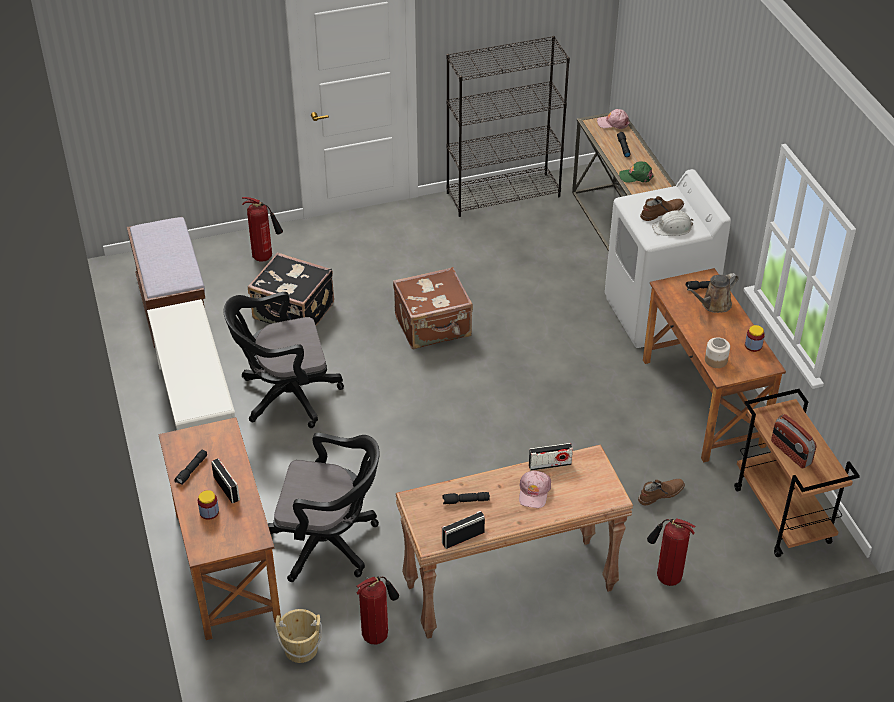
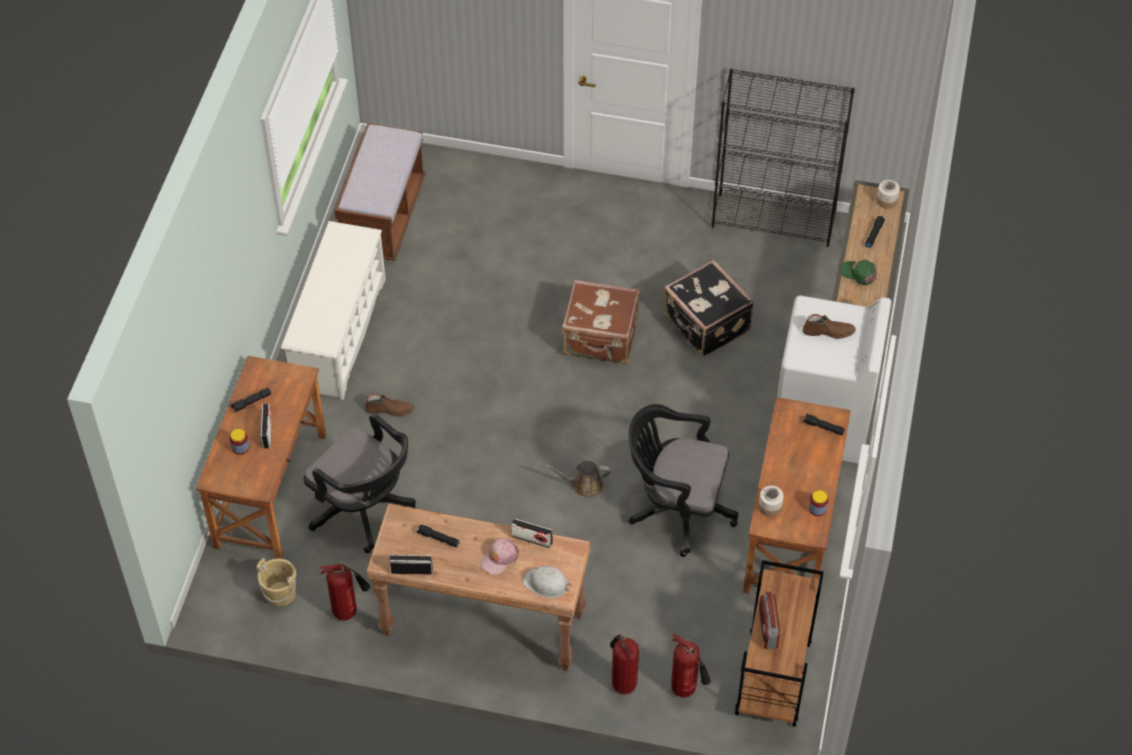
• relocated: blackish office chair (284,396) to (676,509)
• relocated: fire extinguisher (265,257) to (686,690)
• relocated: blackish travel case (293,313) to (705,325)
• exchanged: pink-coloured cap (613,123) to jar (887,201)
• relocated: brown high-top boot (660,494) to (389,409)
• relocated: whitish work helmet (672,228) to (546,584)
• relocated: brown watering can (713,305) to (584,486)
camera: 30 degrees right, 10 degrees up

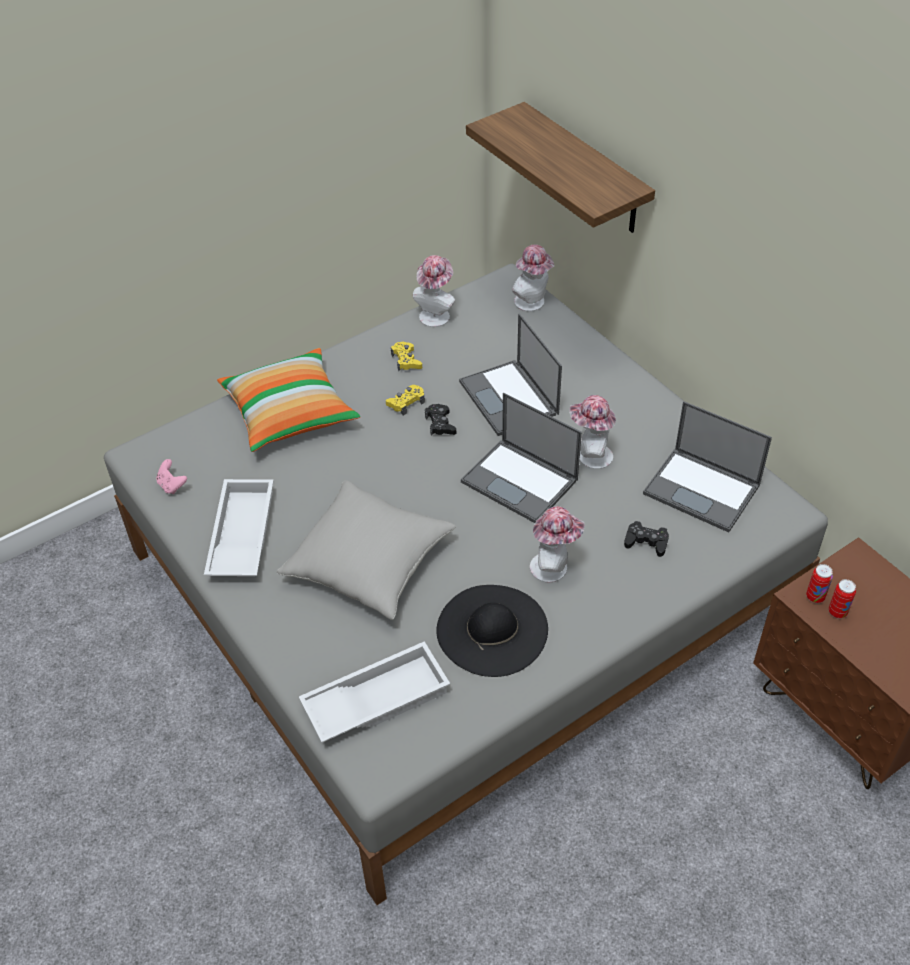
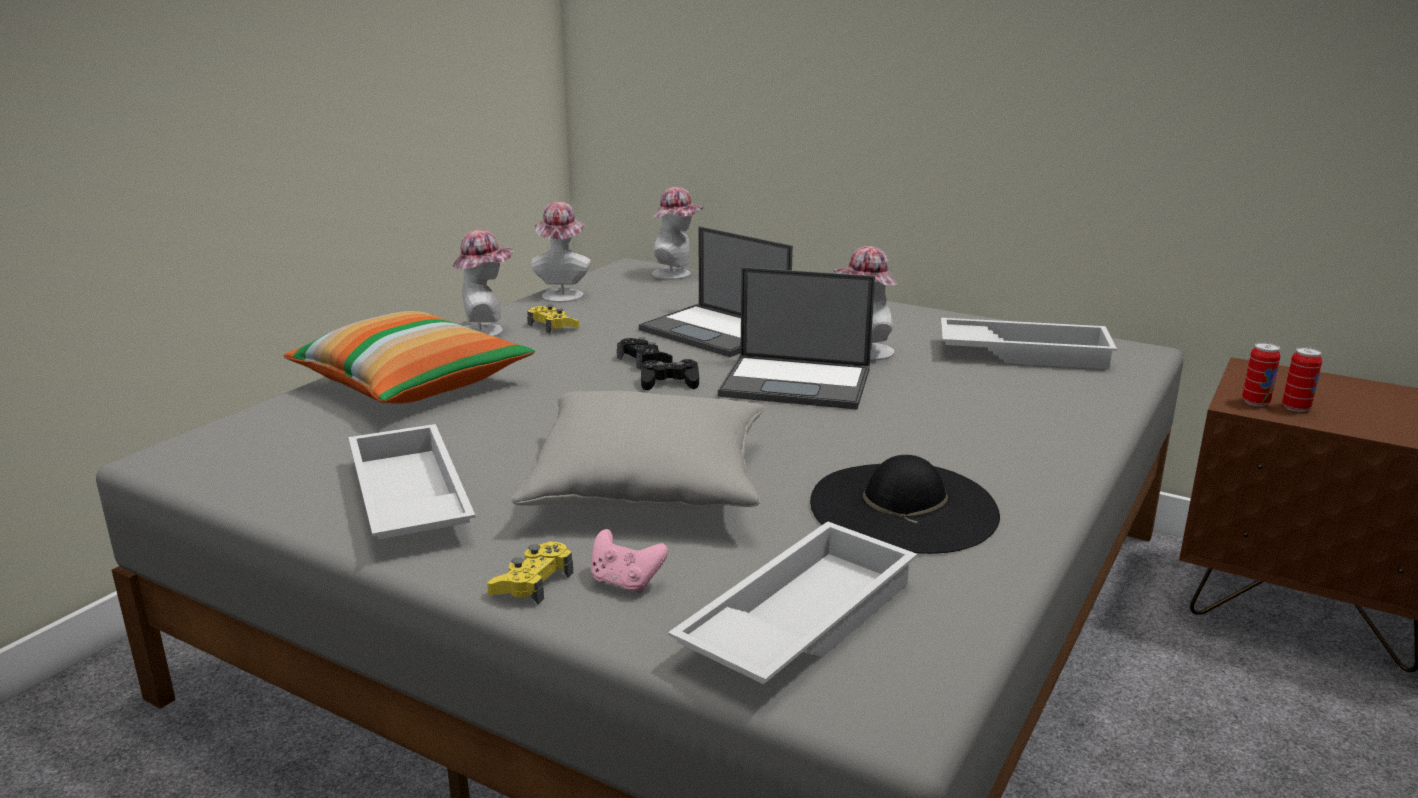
• relocated: pink-coloured joypad (172,485) to (625,582)
• relocated: yellow-coloured joypad (406,402) to (532,582)
• missing: wall shelf (585,170)
• relocated: clothing hat (554,567) to (486,331)
• relocated: blackish joypad (646,542) to (669,382)
• exchanged: laptop (703,490) to whitish carrying tray (1024,353)
camera: 25 degrees left, 25 degrees down

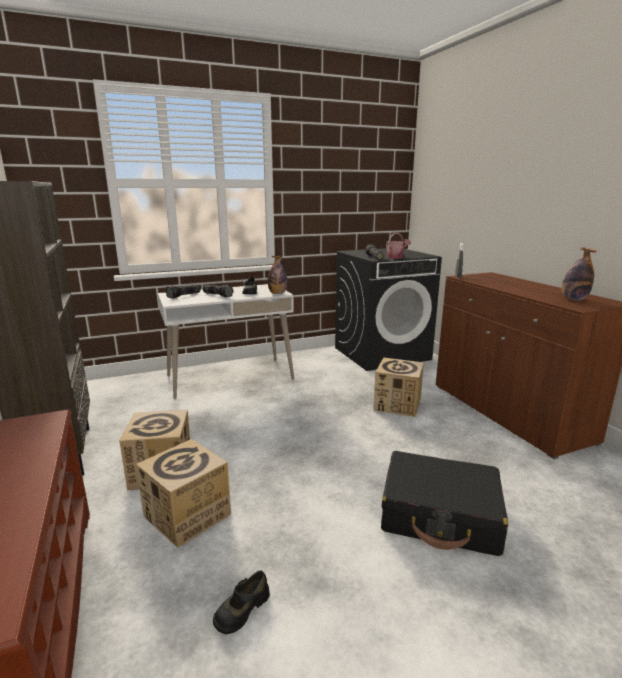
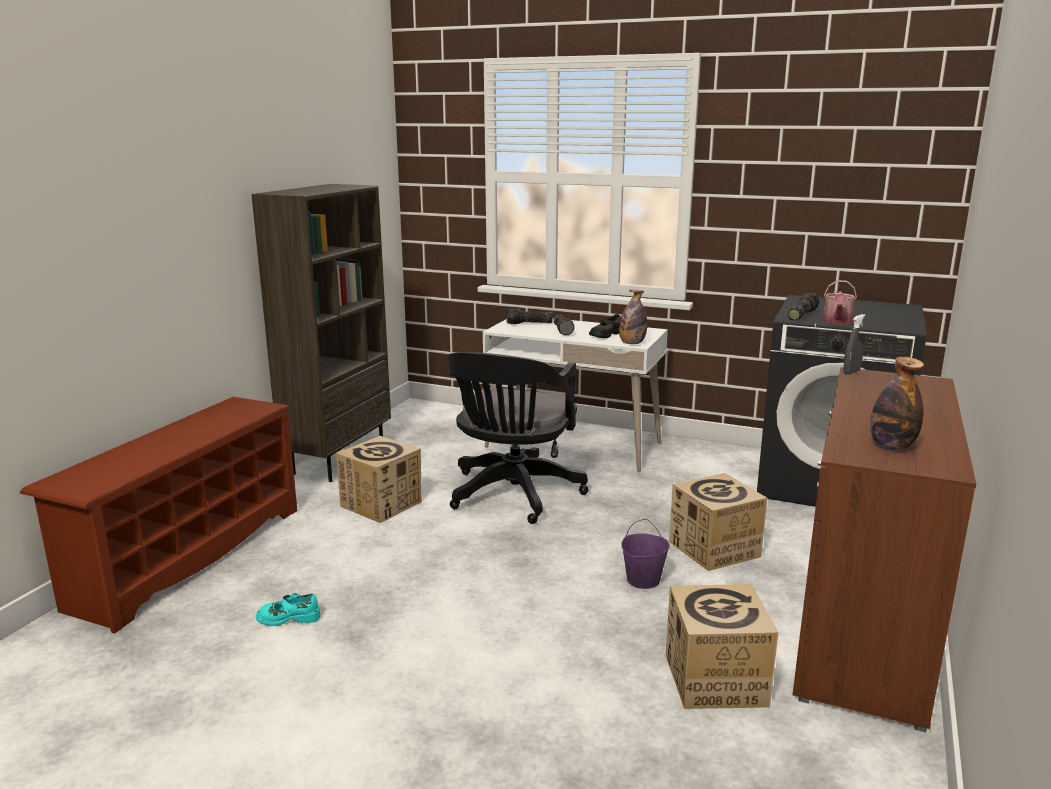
• relocated: carton (187,515) to (715,680)
• colour: blackish item of footwear (241,609) to turquoise item of footwear (289,618)
• missing: blackish travel case (440,515)
• appeared: blackish office chair (512,496)
• appeared: purple-coloured water bucket (643,580)
camera: 45 degrees right, 0 degrees up

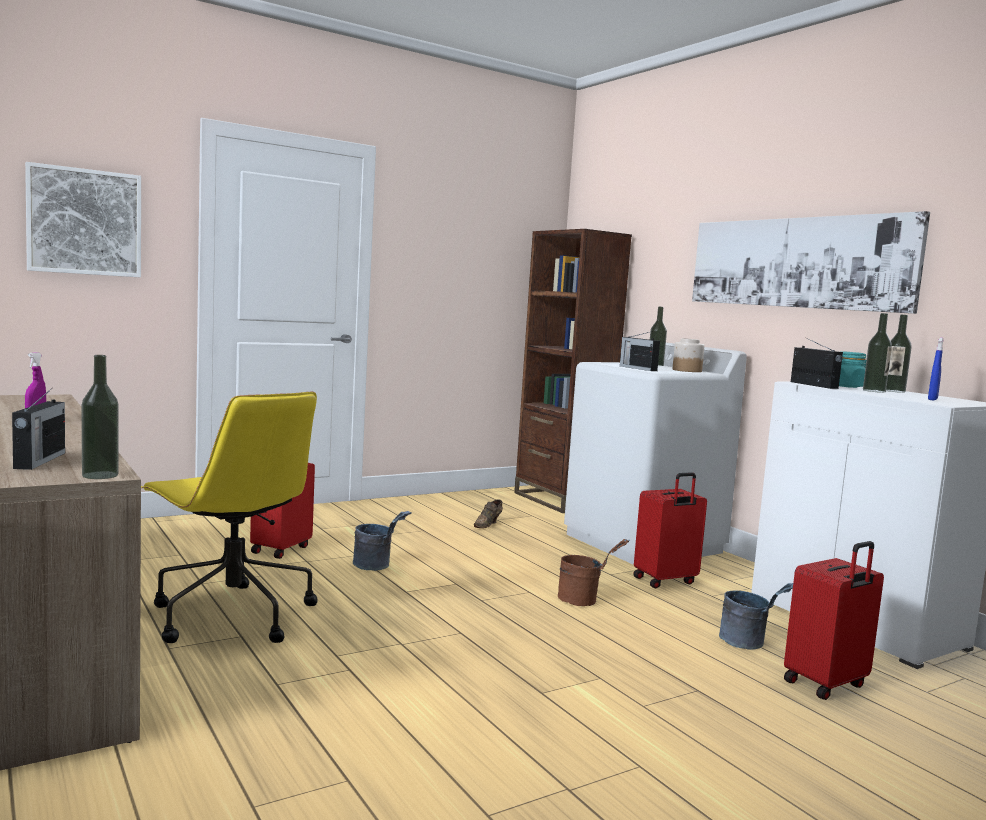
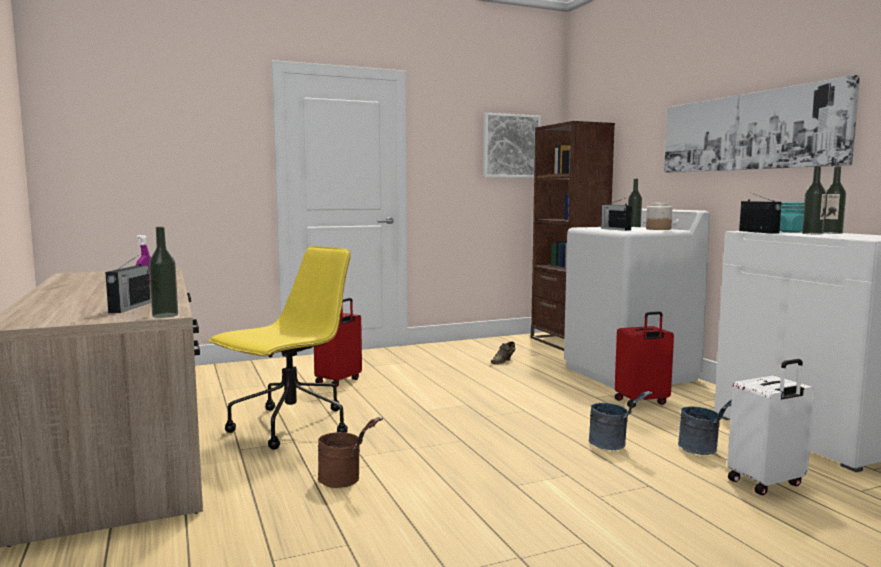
• relocated: wall art (84,222) to (511,146)
• spun: yellow-coloured office chair (231,615) = (290,427) 105 degrees counterclockwise
• relocated: grey water bucket (377,566) to (613,445)
• relocated: brown water bucket (585,600) to (346,480)
• colour: red travel case (826,684) to whitish travel case (767,483)
• missing: bluish spray bottle (932,399)
camera: 10 degrees right, 0 degrees up

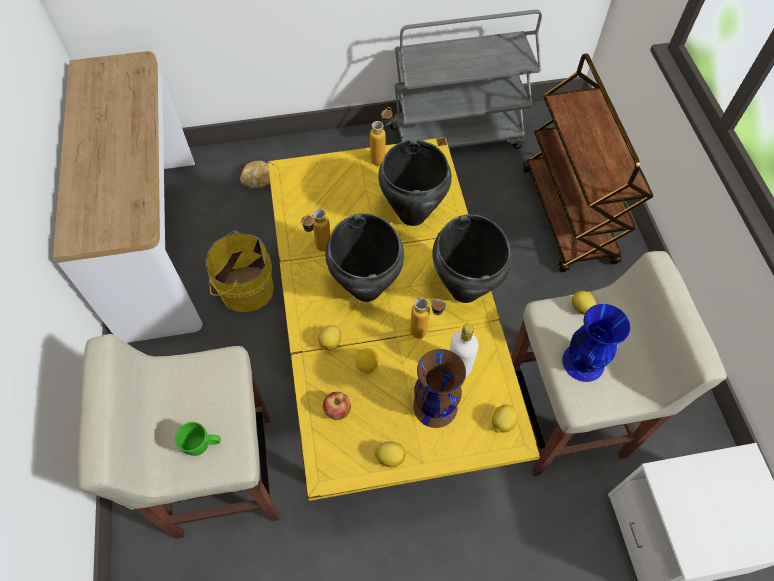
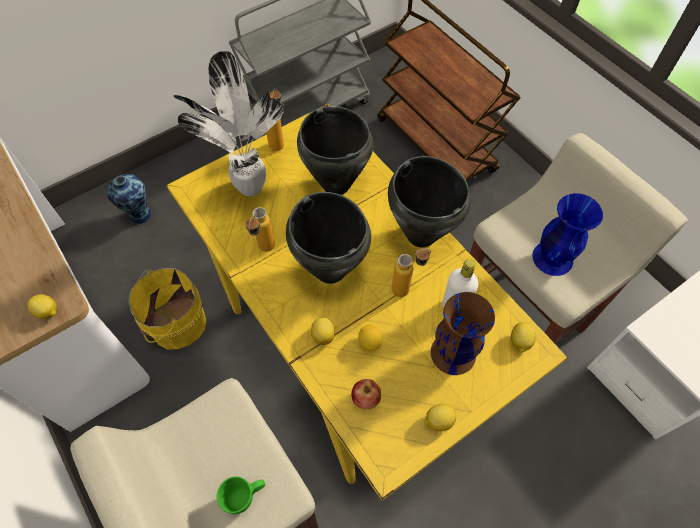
• exchanged: bread (259,180) to vase (139,215)
• relocated: citrus fruit (581,308) to (48,312)
• appeared: houseplant (248,188)
camera: 25 degrees left, 0 degrees up

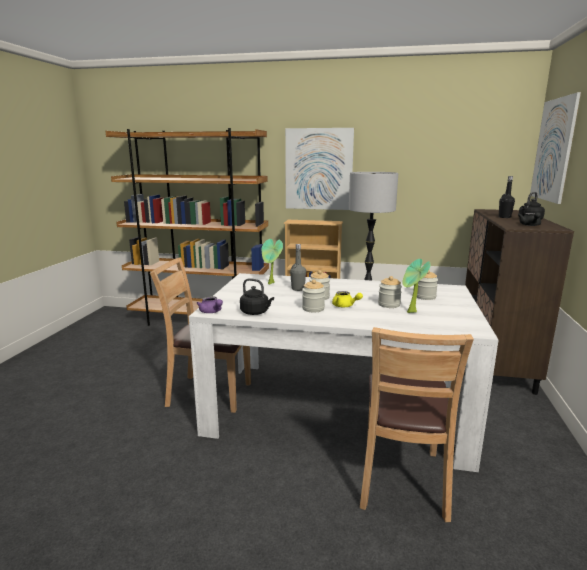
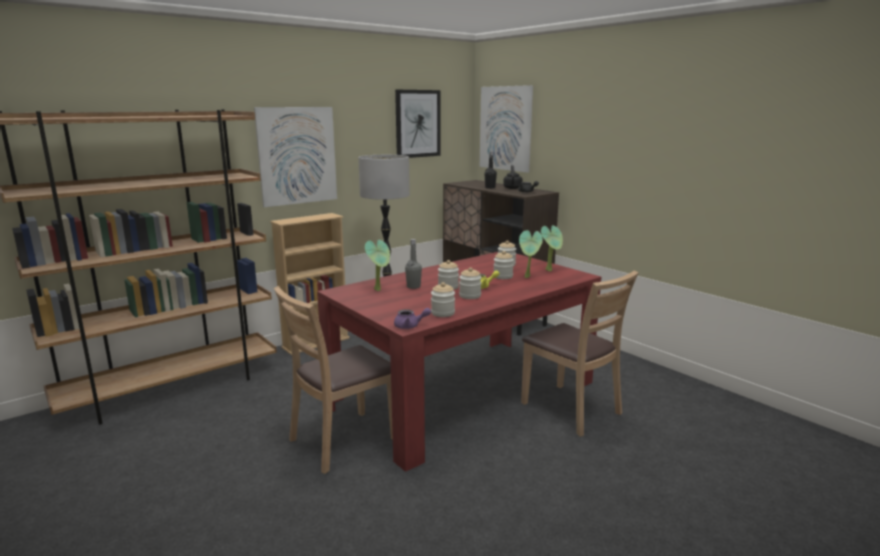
• colour: whitish kitchen table (338,409) to red kitchen table (463,393)
• exchanged: blackish kettle (256,312) to jar (443,313)
• appeared: wall art (417,123)
• appeared: houseplant (550,270)
camera: 50 degrees left, 0 degrees up

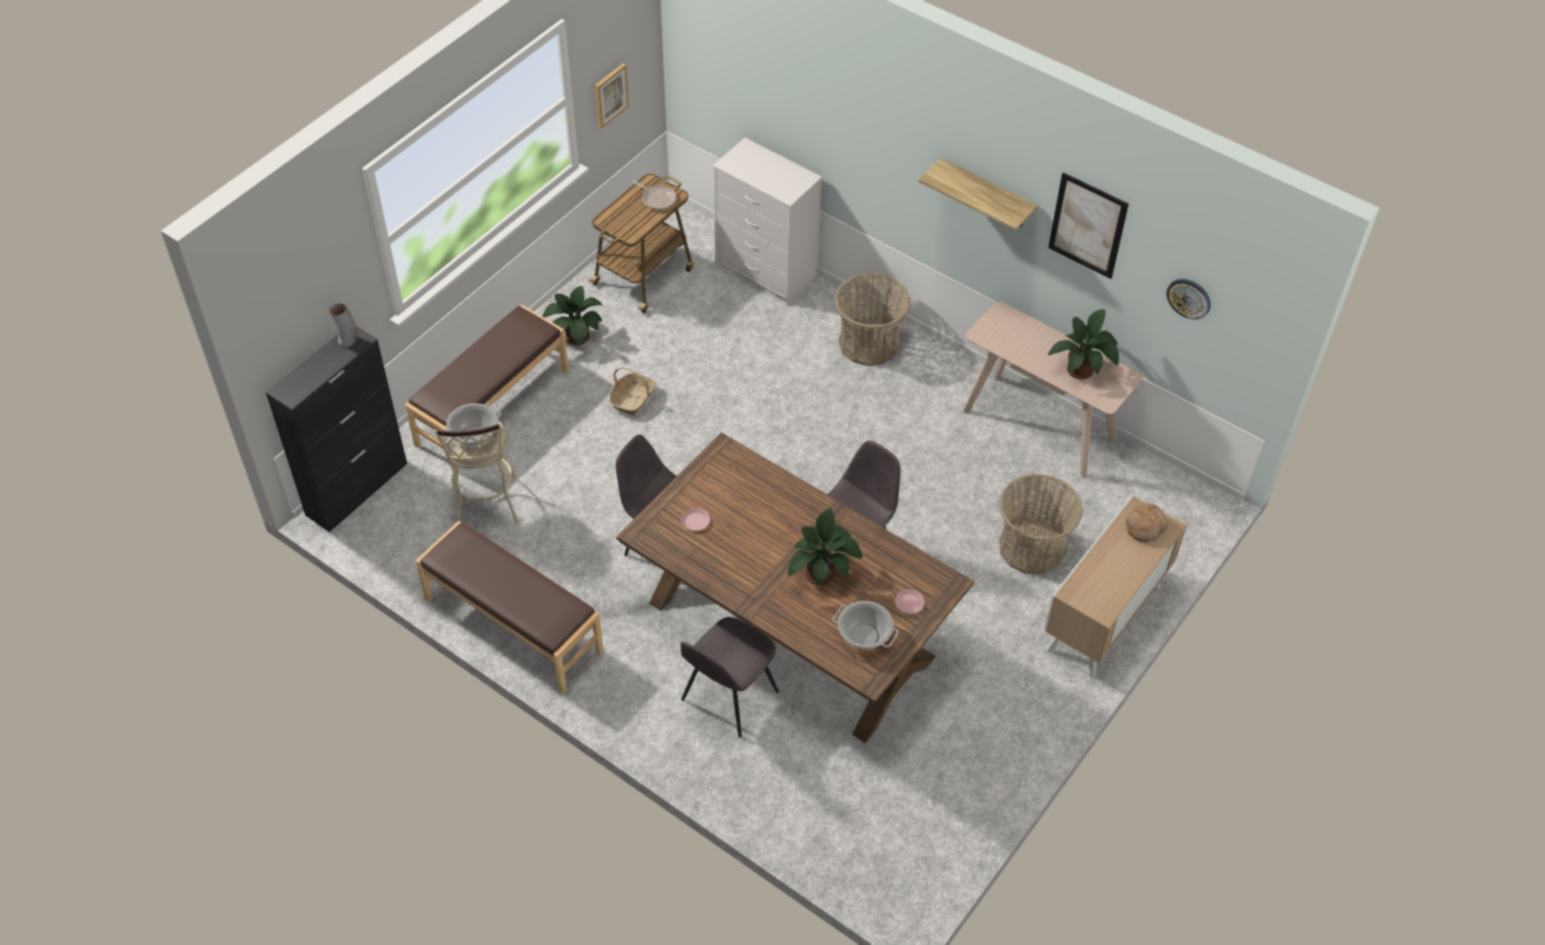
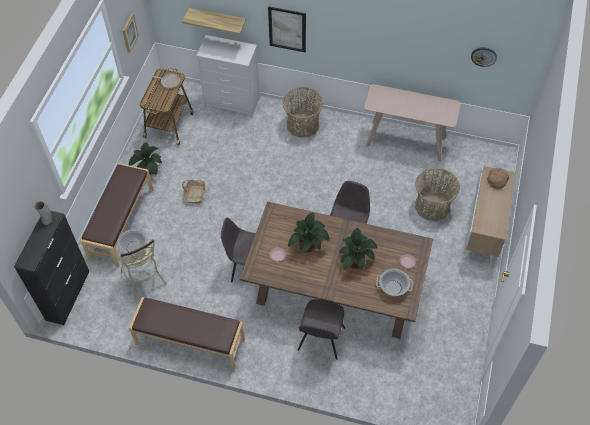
• relocated: wall shelf (986,194) to (218,19)
• relocated: wall art (1088,225) to (287,29)
• relocated: houseplant (1082,369) to (308,244)
camera: 20 degrees left, 5 degrees up

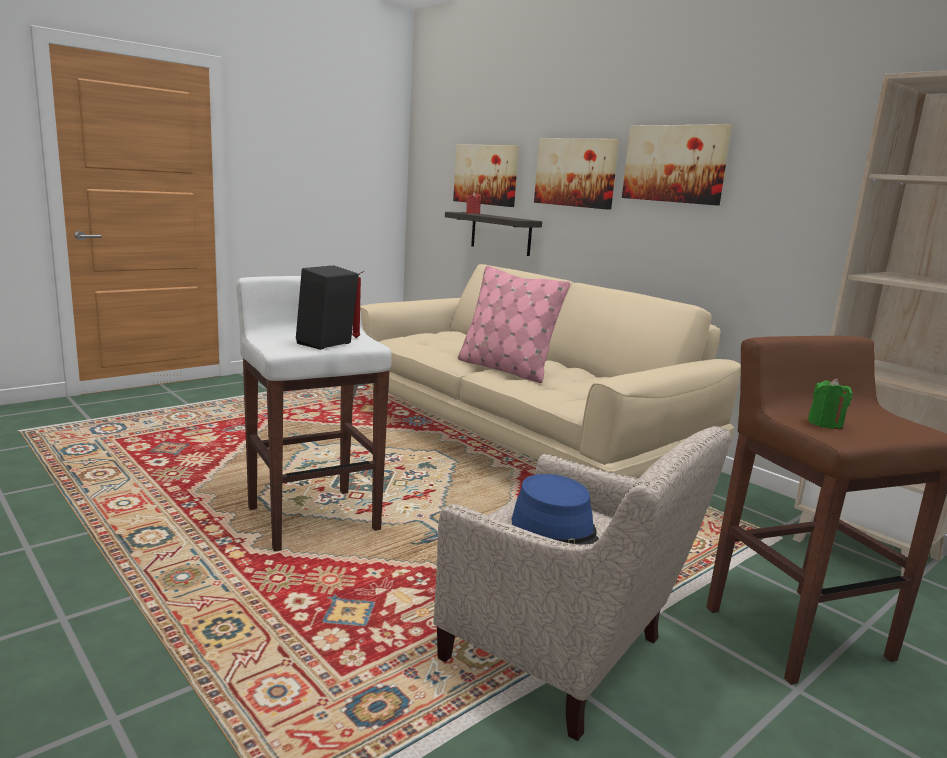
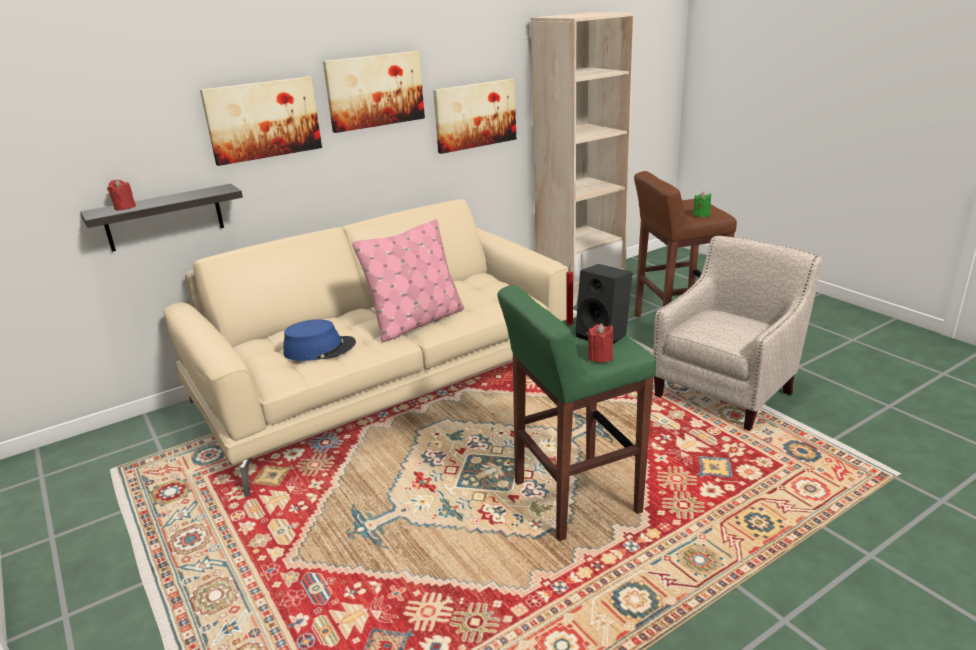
• colour: whitish stool seat (313,518) to green stool seat (574,497)
• relocated: wall art (486,175) to (475,115)
• relocated: bluish clothing hat (556,532) to (320,349)
• appeared: red wax light (600,357)
camera: 80 degrees left, 10 degrees up

